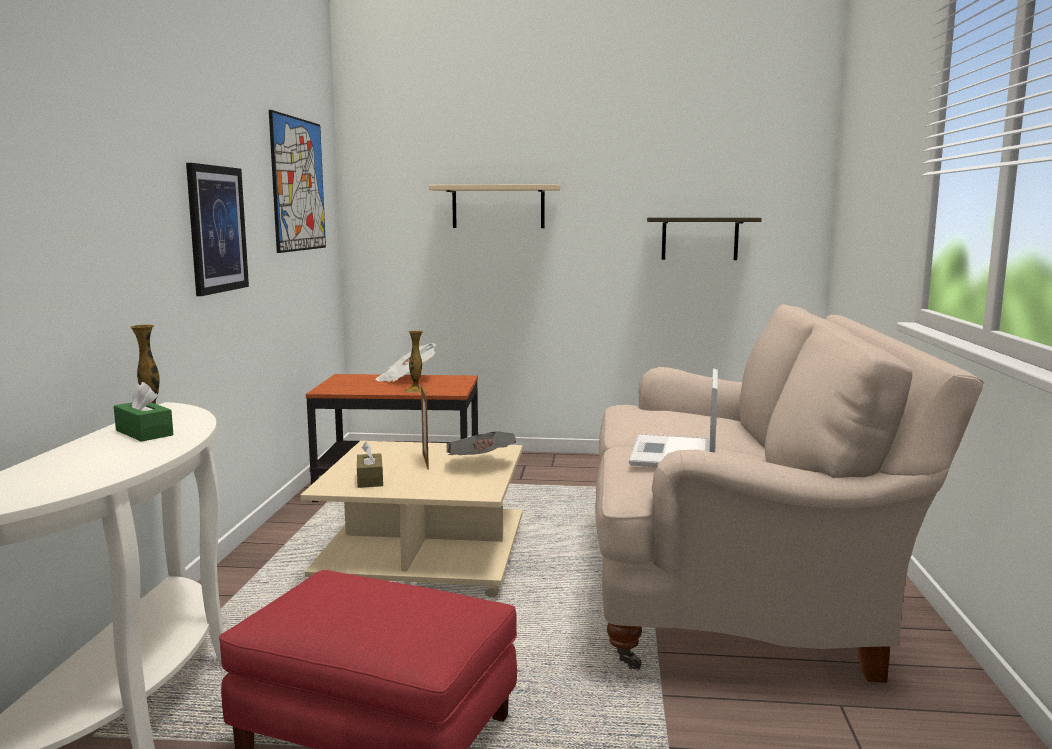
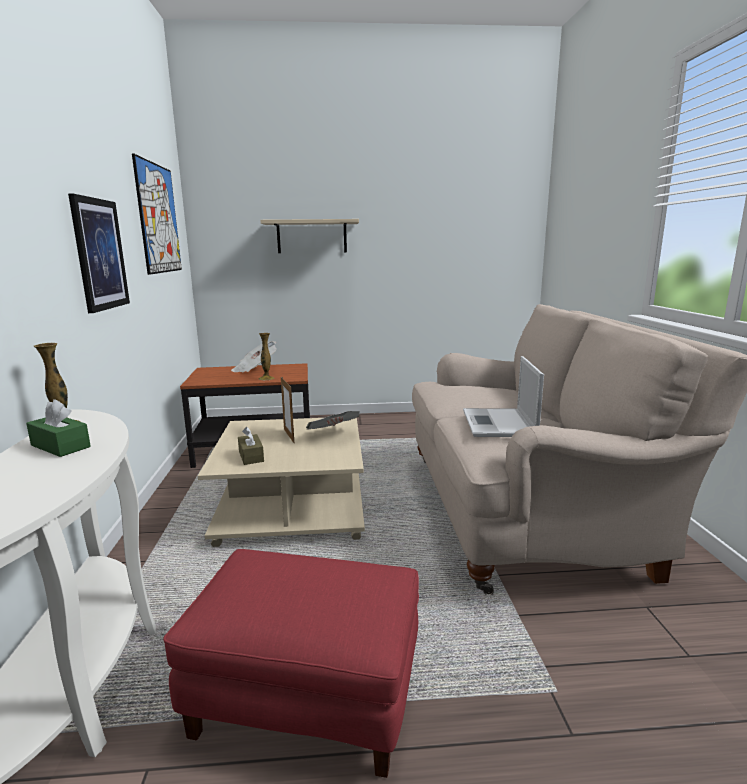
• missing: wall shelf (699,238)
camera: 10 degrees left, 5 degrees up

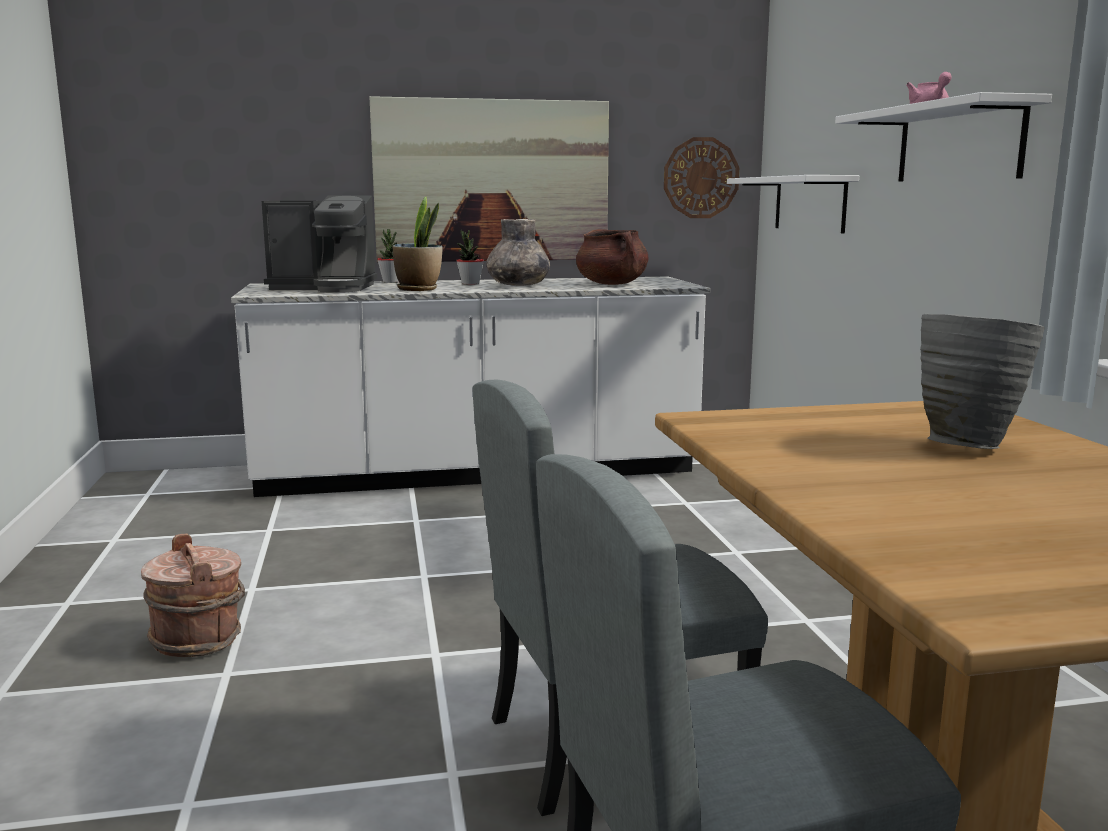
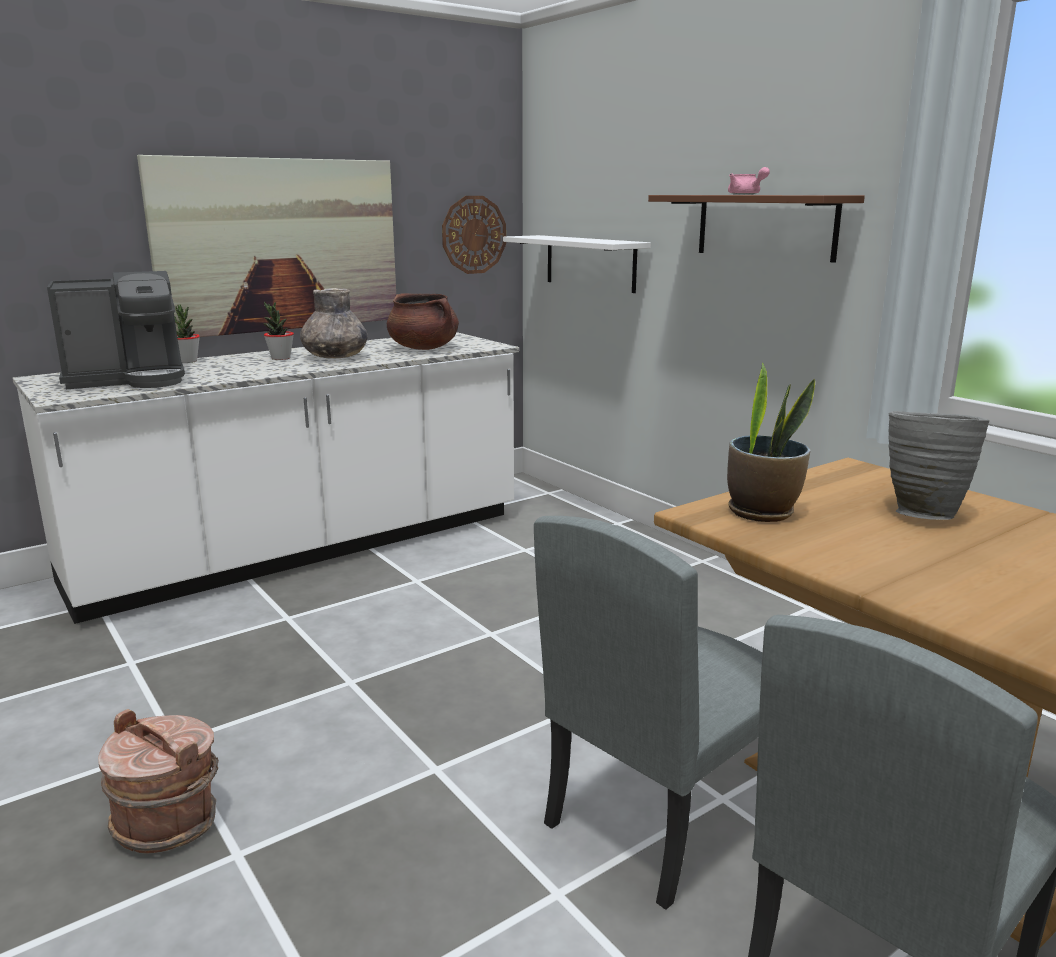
• relocated: houseplant (418,289) to (762,512)
• colour: whitish wall shelf (958,143) to brown wall shelf (765,226)
camera: 25 degrees left, 5 degrees up

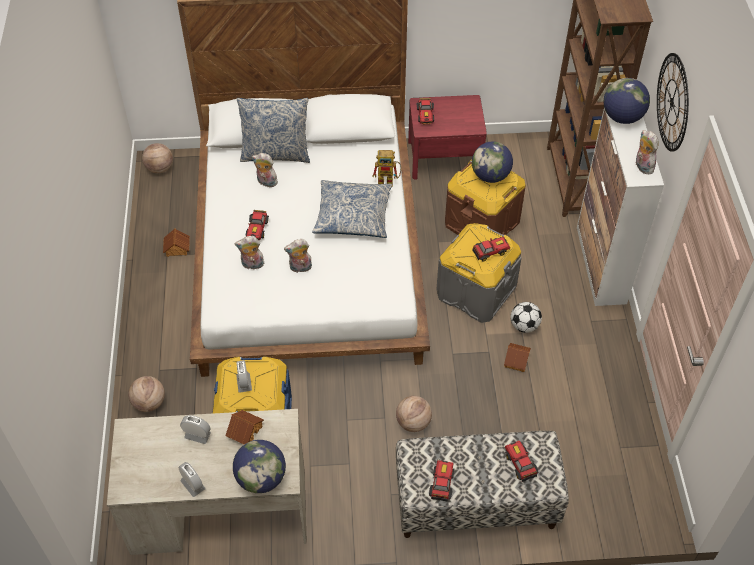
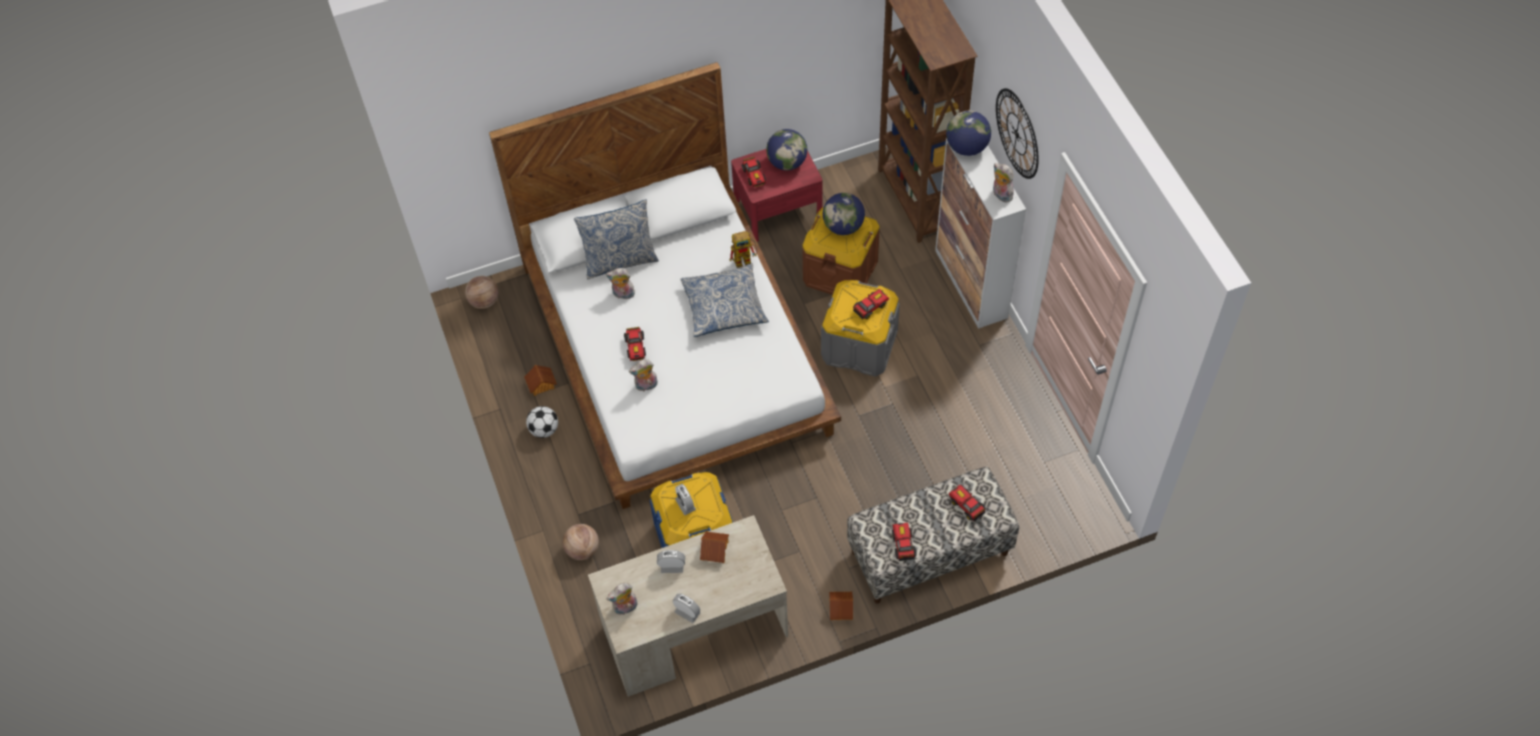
• relocated: desk globe (261,478) to (787,162)
• relocated: soft toy (300,268) to (625,608)
• missing: basketball ball (413,422)
• relocated: model house (517,361) to (841,609)
• relocated: football ball (524,326) to (544,430)
camera: 15 degrees left, 5 degrees up

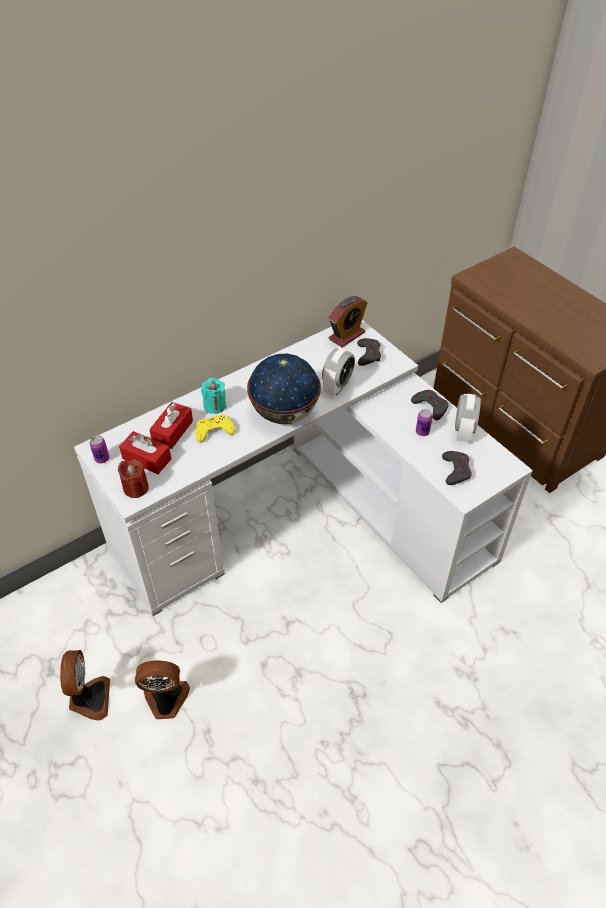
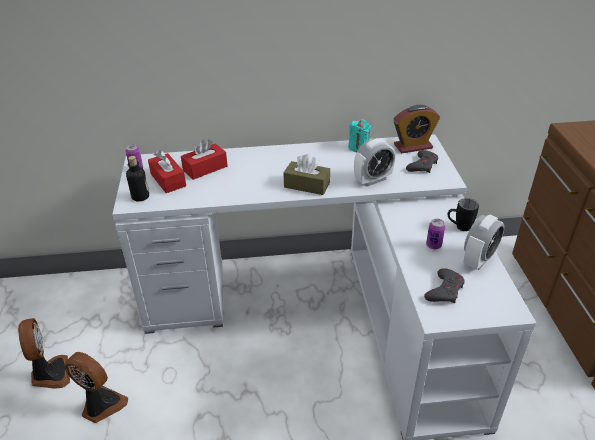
• spun: cooling fan (89,699) = (50,374) 45 degrees counterclockwise
• exchanged: red wax light (136,488) to drink bottle (140,197)
• missing: yellow-coloured joypad (214,431)
• relocated: turquoise wax light (215,406) to (358,147)
• exchanged: desk globe (284,414) to brown tissue holder (307,185)
• exchanged: grey joypad (430,406) to blackish coffee mug (458,227)
camera: 30 degrees right, 10 degrees down

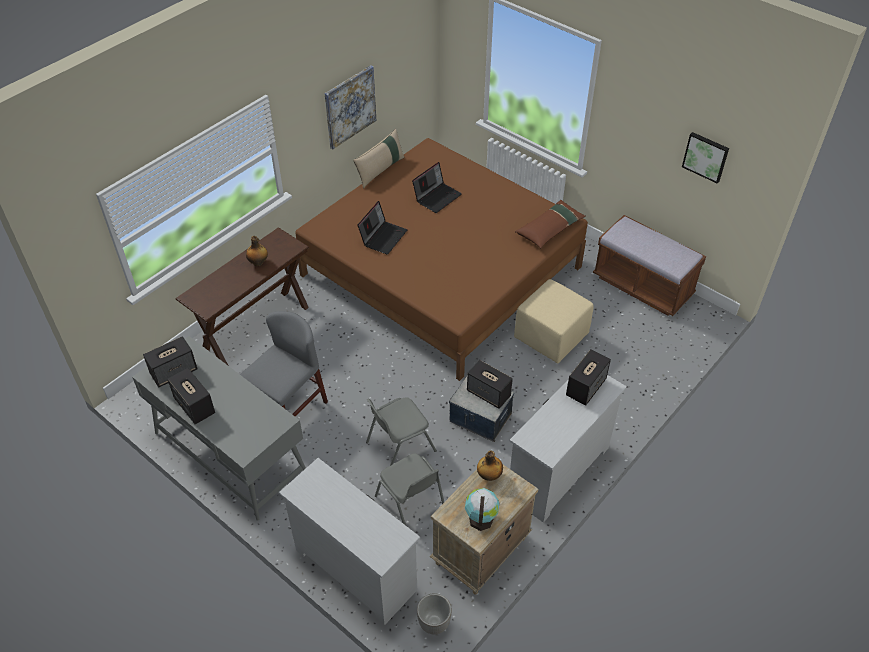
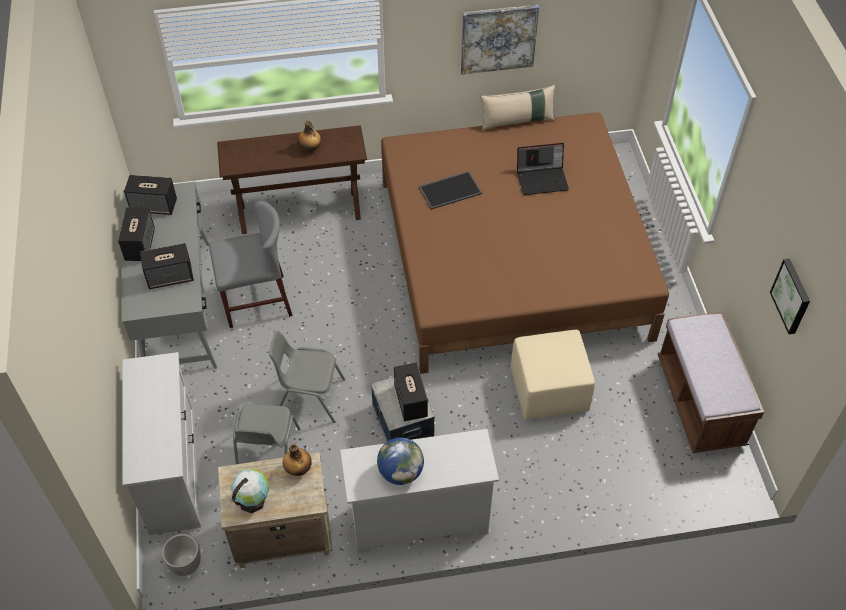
• exchanged: laptop (383,237) to carrying tray (450,189)
• missing: brown pillow (550,229)
• relocated: speaker (586,387) to (170,277)
• appeared: desk globe (400,472)
camera: 40 degrees right, 5 degrees up

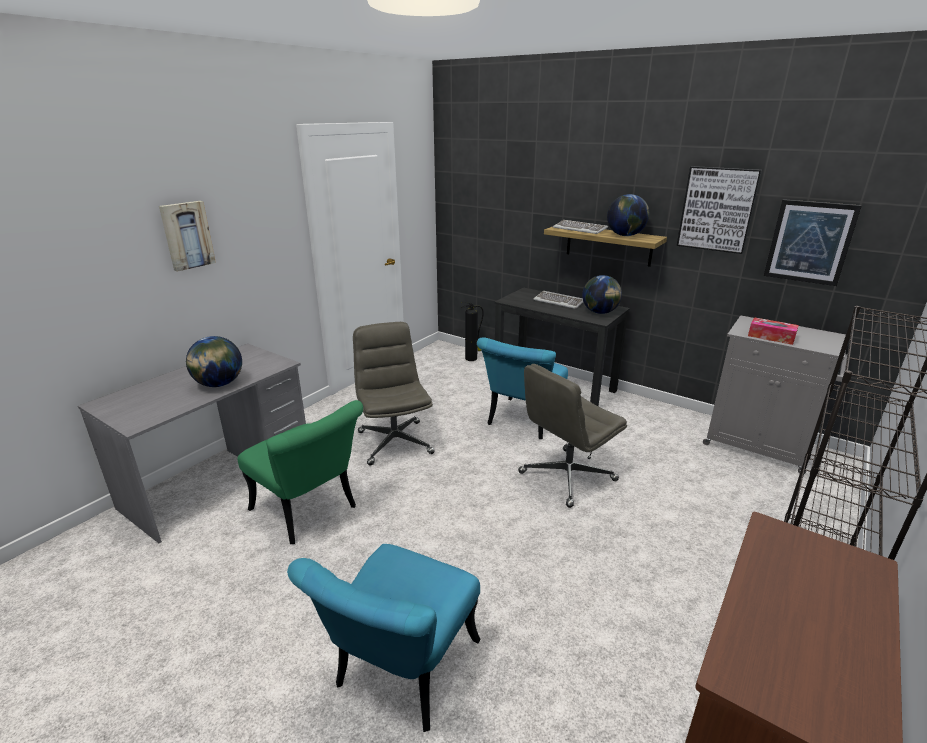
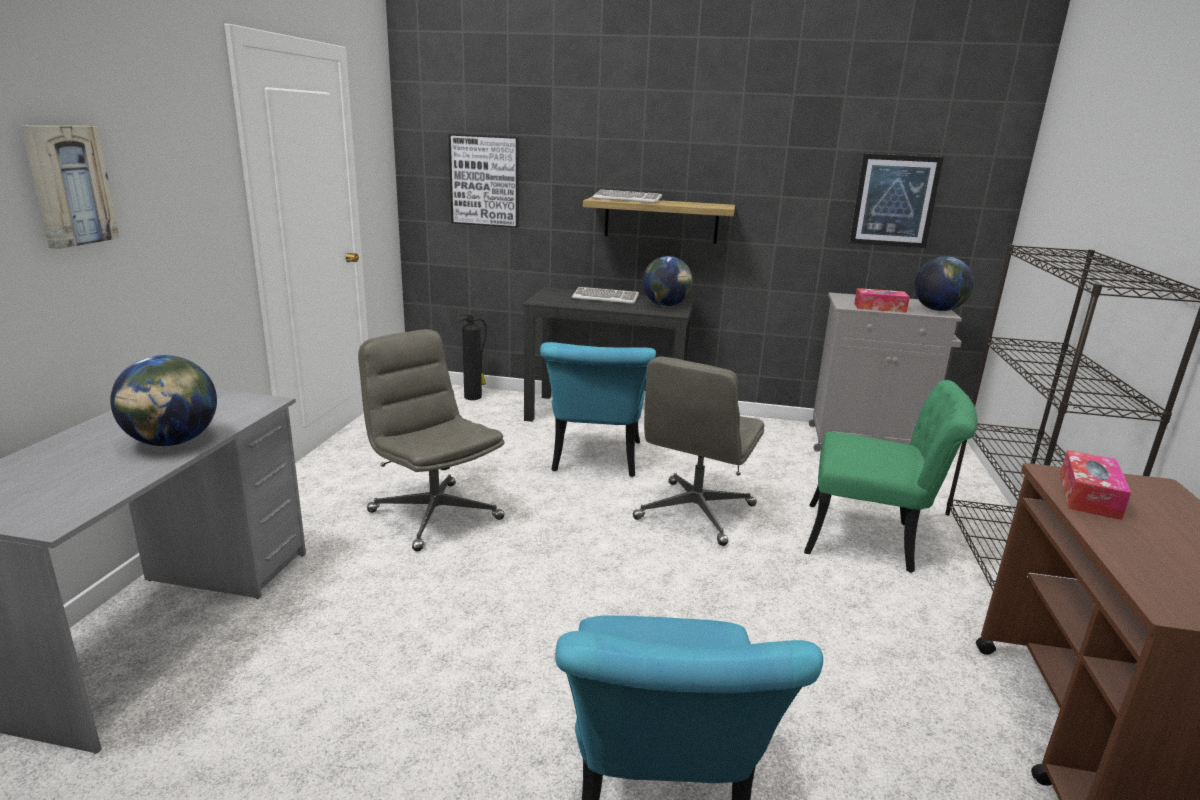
• relocated: green plain chair (310,512) to (873,540)
• relocated: desk globe (625,235) to (938,310)
• relocated: wall art (717,209) to (485,181)
• appeared: tissue holder (1089,495)
camera: 25 degrees left, 5 degrees down

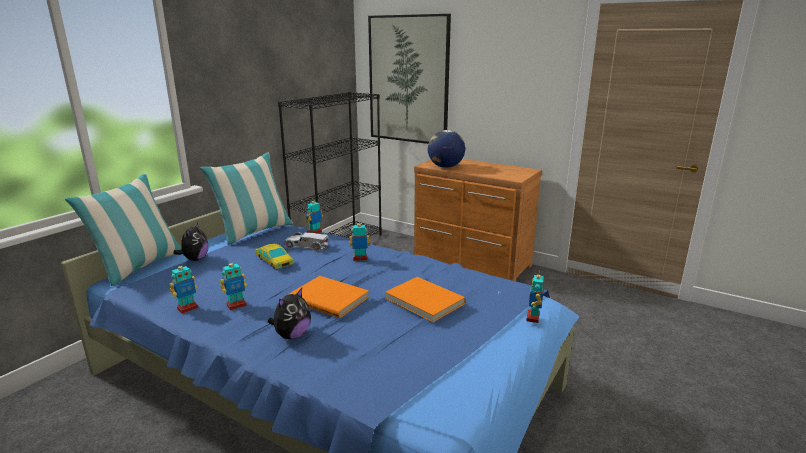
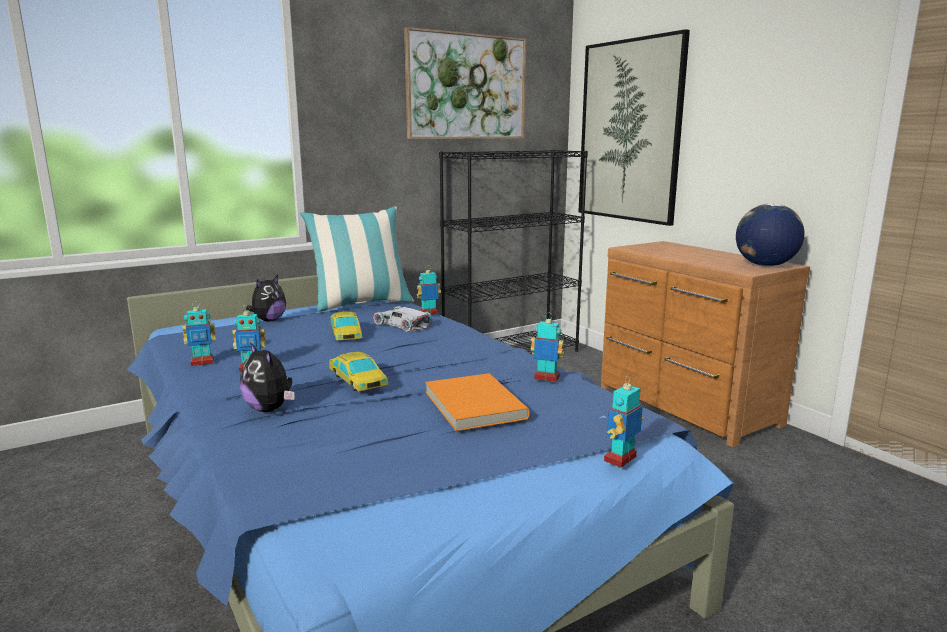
• missing: pillow (139,266)
• spun: soft toy (292,335) = (270,409) 75 degrees clockwise
• exchanged: orange-coloured book (330,298) to toy car (358,379)
• relocated: model robot (360,259) to (546,378)
• relocated: desk globe (445,167) to (765,265)
• appeared: wall art (466,87)
camera: 25 degrees right, 5 degrees down

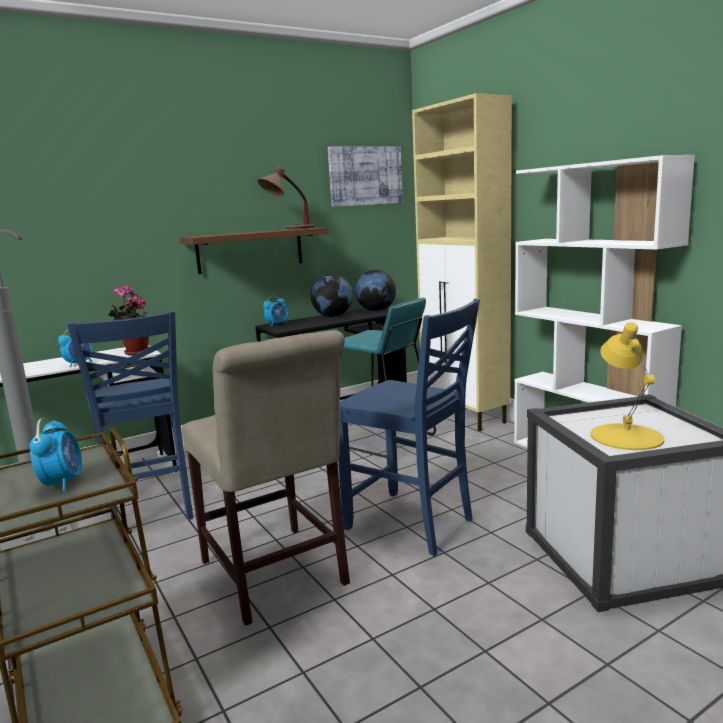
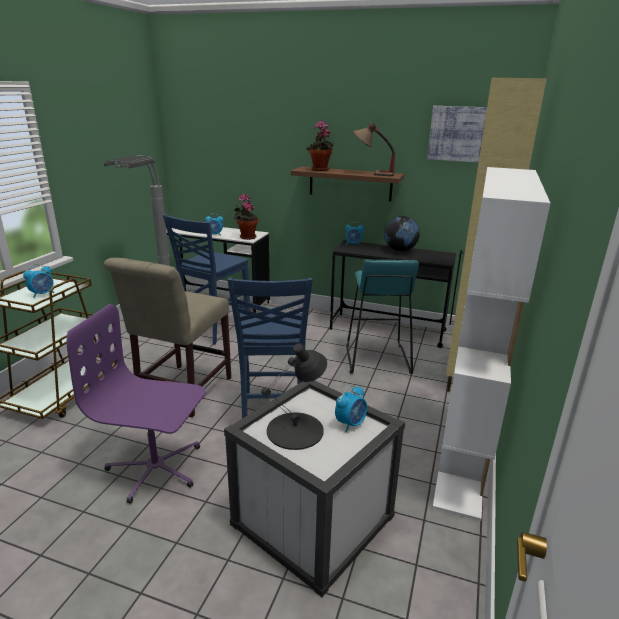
• missing: desk globe (376,310)
• colour: yellow-coloured tabletop lamp (626,436) to blackish tabletop lamp (296,430)
• appeared: purple-coloured office chair (155,468)
• appeared: houseplant (320,170)
• appeared: alarm clock (350,423)
camera: 50 degrees right, 10 degrees up

